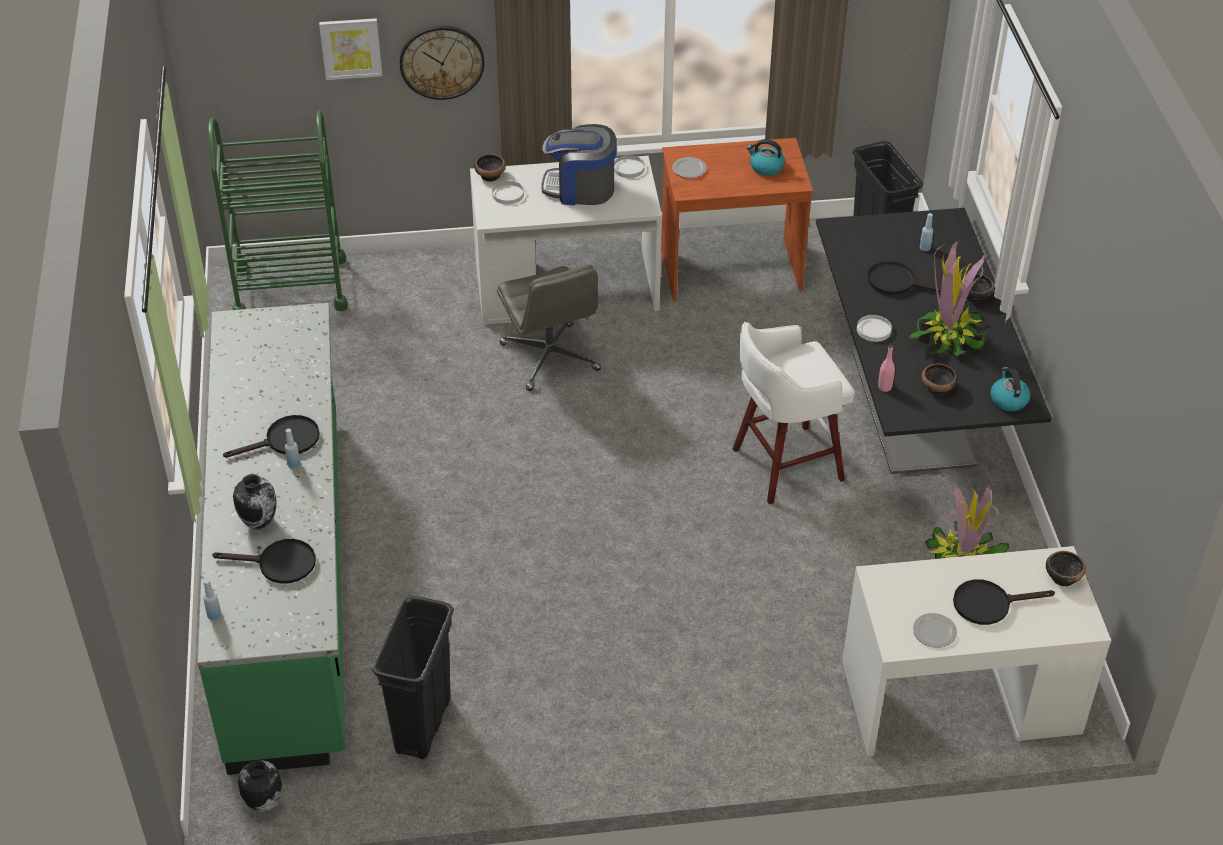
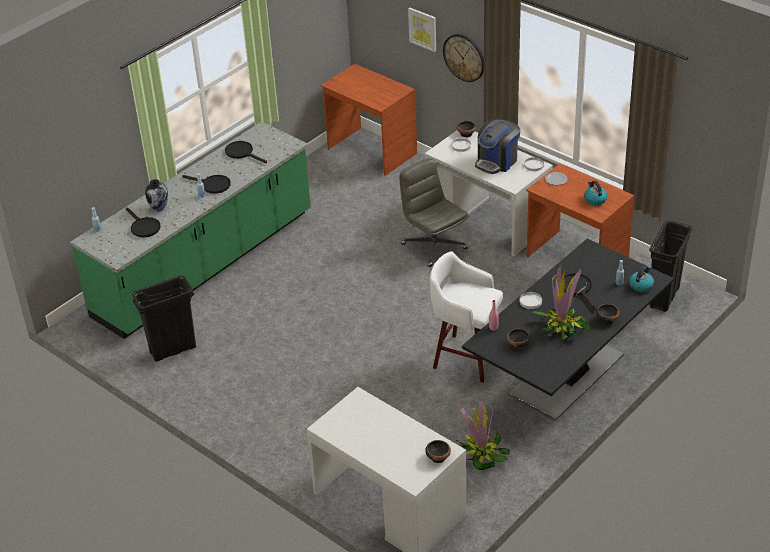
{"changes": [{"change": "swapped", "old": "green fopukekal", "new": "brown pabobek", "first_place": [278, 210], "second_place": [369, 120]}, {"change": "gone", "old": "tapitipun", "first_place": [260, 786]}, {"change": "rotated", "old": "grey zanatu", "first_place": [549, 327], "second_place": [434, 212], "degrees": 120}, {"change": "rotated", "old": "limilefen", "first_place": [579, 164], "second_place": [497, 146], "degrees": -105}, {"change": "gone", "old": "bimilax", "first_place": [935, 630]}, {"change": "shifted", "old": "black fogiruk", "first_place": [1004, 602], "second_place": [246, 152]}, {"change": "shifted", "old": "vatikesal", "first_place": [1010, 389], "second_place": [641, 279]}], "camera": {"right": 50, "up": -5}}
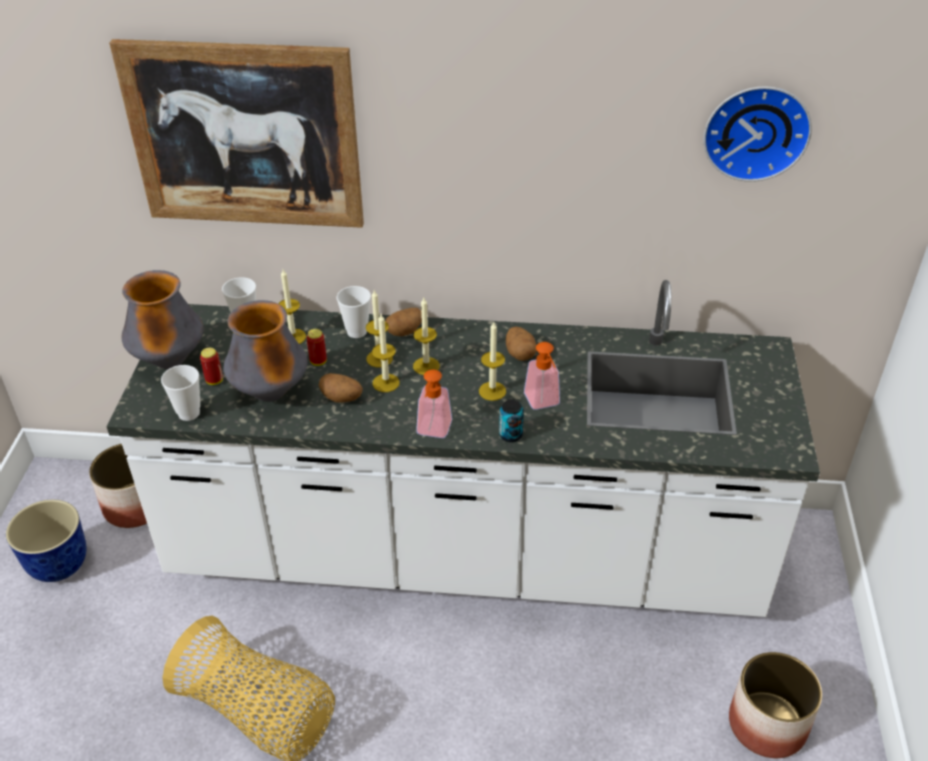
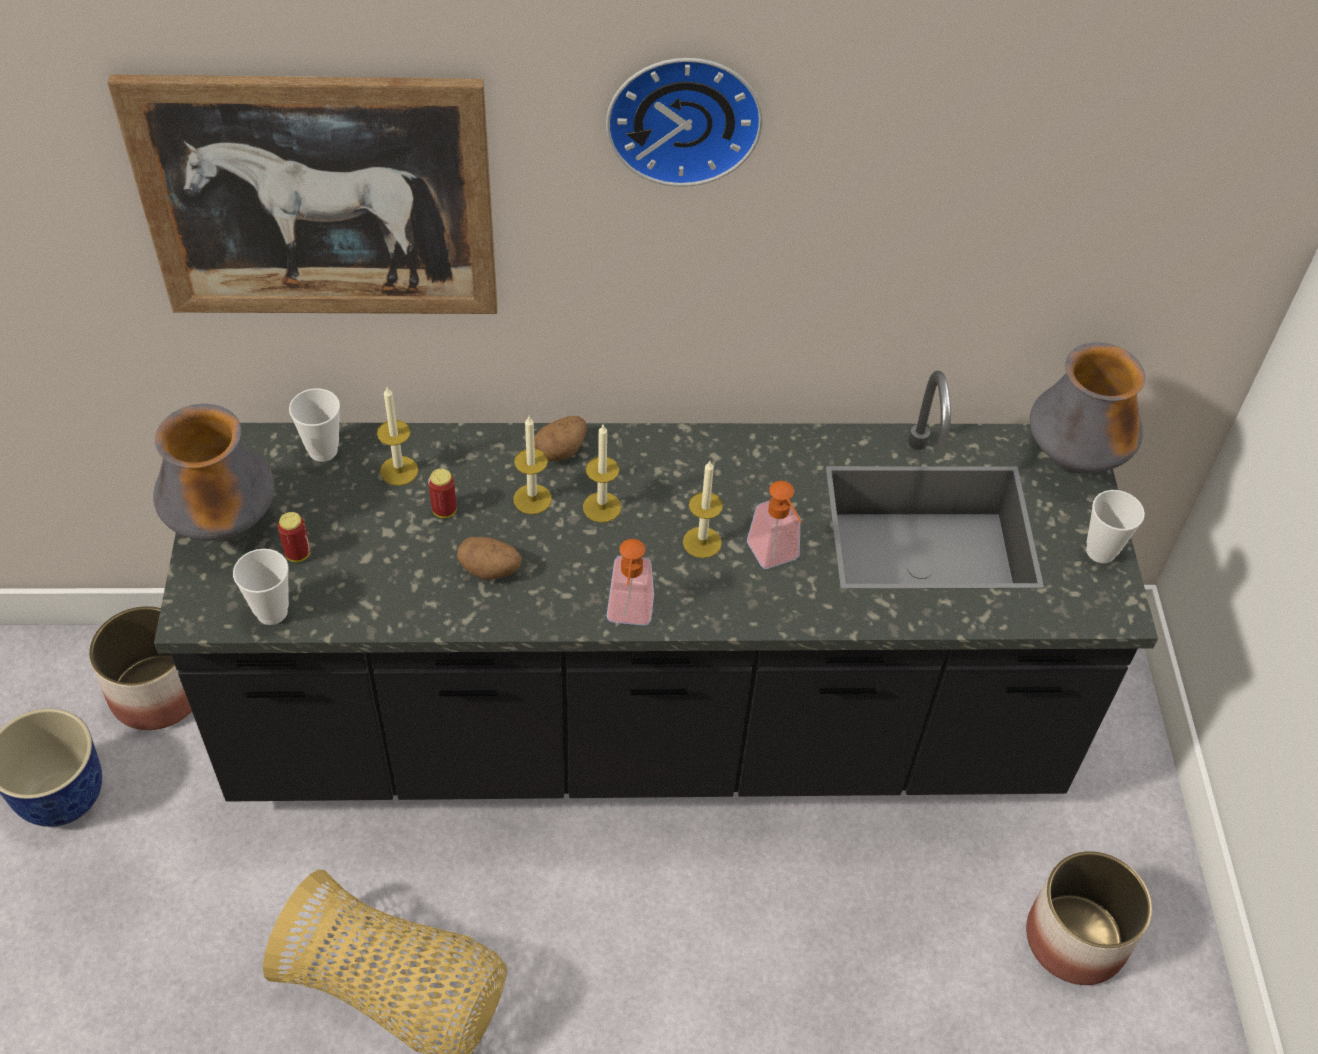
{"changes": [{"change": "repainted", "old": "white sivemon", "new": "black sivemon", "first_place": [463, 448], "second_place": [656, 586]}, {"change": "shifted", "old": "tapitipun", "first_place": [265, 351], "second_place": [1087, 407]}, {"change": "shifted", "old": "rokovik", "first_place": [354, 312], "second_place": [1115, 526]}, {"change": "gone", "old": "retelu", "first_place": [386, 353]}, {"change": "gone", "old": "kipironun", "first_place": [511, 421]}, {"change": "gone", "old": "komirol", "first_place": [521, 344]}, {"change": "shifted", "old": "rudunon", "first_place": [757, 134], "second_place": [684, 122]}], "camera": {"right": -10, "up": 10}}
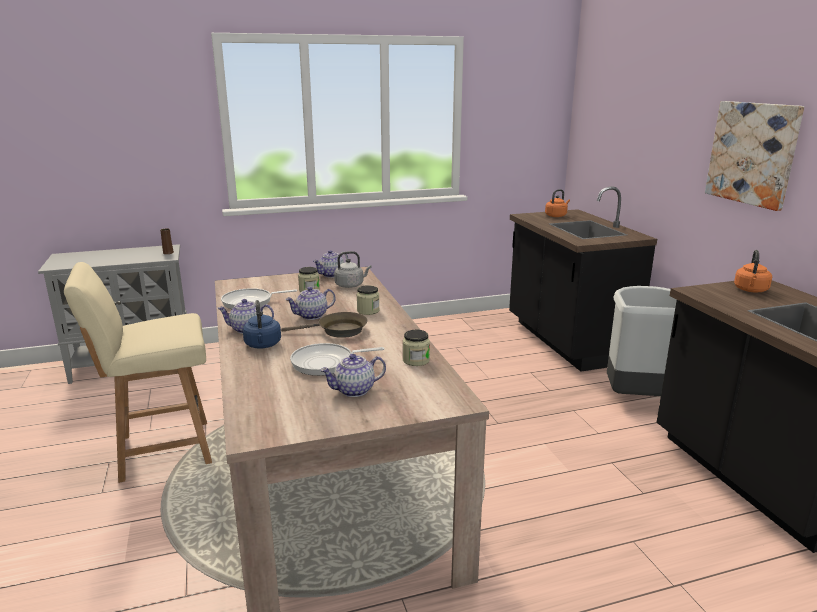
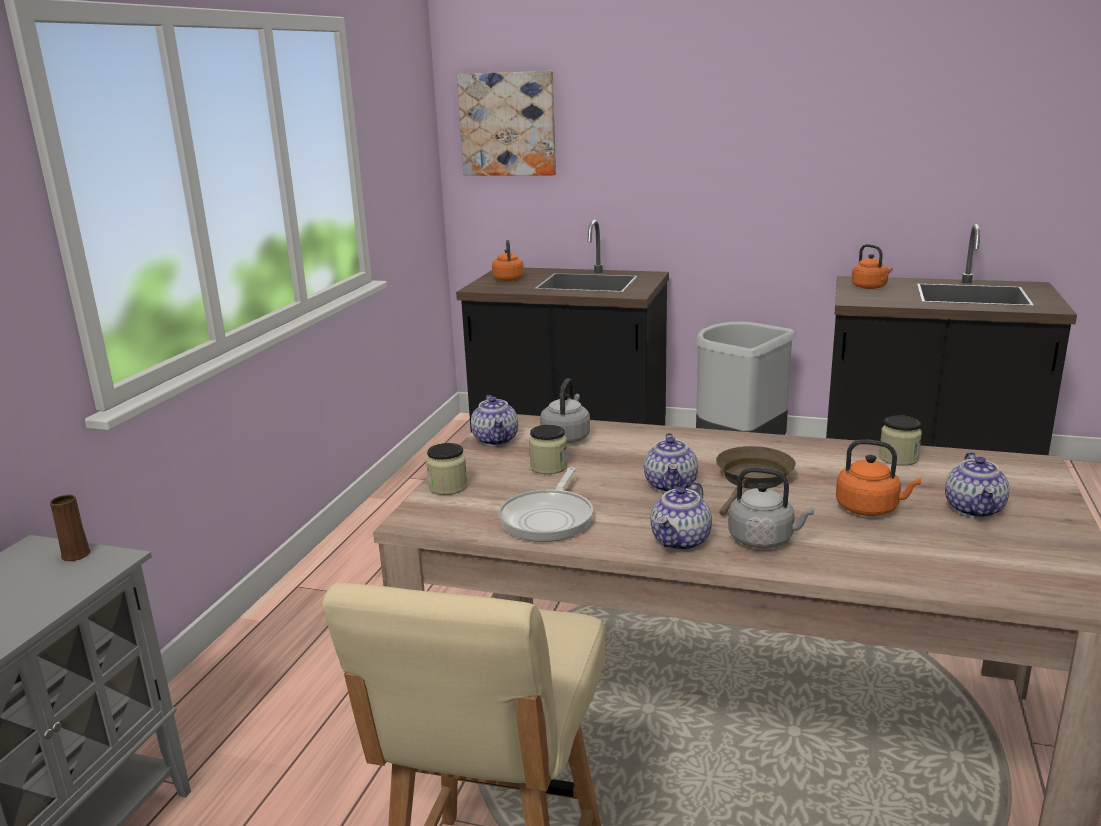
{"changes": [{"change": "repainted", "old": "blue vatikesal", "new": "grey vatikesal", "first_place": [262, 324], "second_place": [771, 507]}, {"change": "swapped", "old": "fogiruk", "new": "orange vatikesal", "first_place": [337, 359], "second_place": [878, 477]}, {"change": "shifted", "old": "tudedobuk", "first_place": [368, 300], "second_place": [446, 469]}, {"change": "shifted", "old": "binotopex", "first_place": [754, 156], "second_place": [506, 123]}], "camera": {"right": -55, "up": 0}}
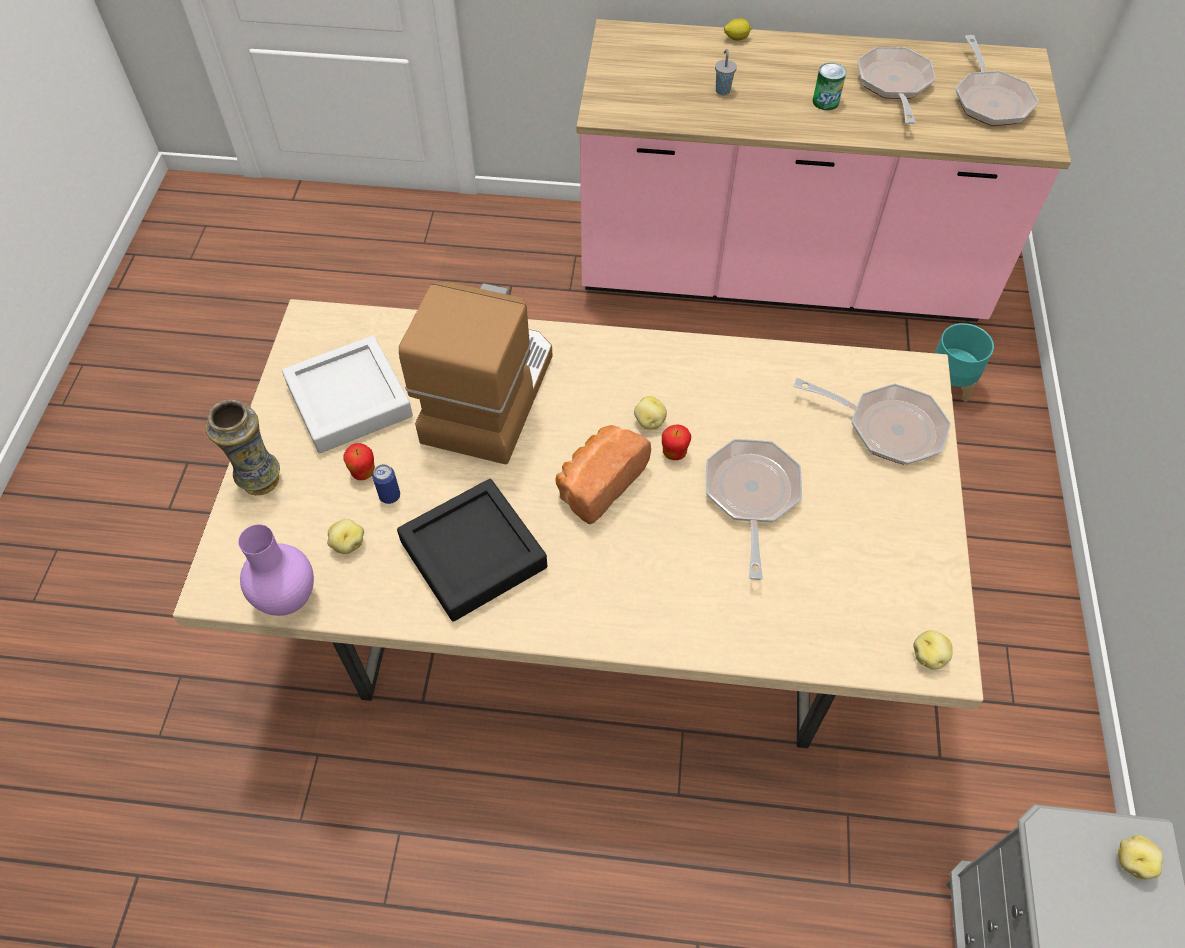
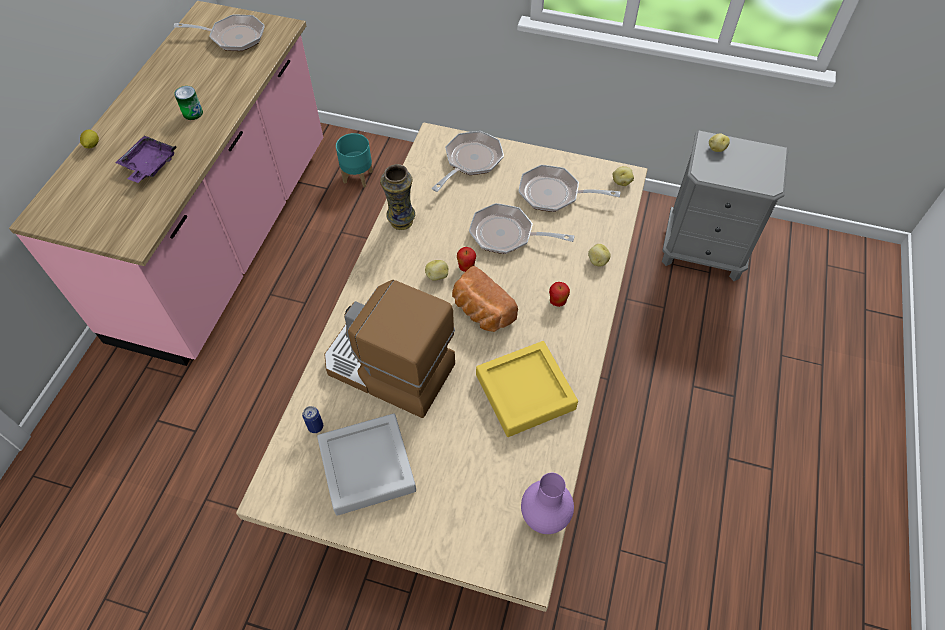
{"changes": [{"change": "shifted", "old": "tapitipun", "first_place": [243, 447], "second_place": [397, 197]}, {"change": "shifted", "old": "komirol", "first_place": [345, 536], "second_place": [599, 255]}, {"change": "shifted", "old": "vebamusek", "first_place": [359, 461], "second_place": [559, 294]}, {"change": "shifted", "old": "kipironun", "first_place": [386, 484], "second_place": [312, 419]}, {"change": "repainted", "old": "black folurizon", "new": "yellow folurizon", "first_place": [472, 550], "second_place": [527, 389]}, {"change": "swapped", "old": "grey rokovik", "new": "purple folurizon", "first_place": [726, 72], "second_place": [146, 159]}, {"change": "shifted", "old": "fogiruk", "first_place": [896, 85], "second_place": [570, 188]}], "camera": {"right": -80, "up": 0}}
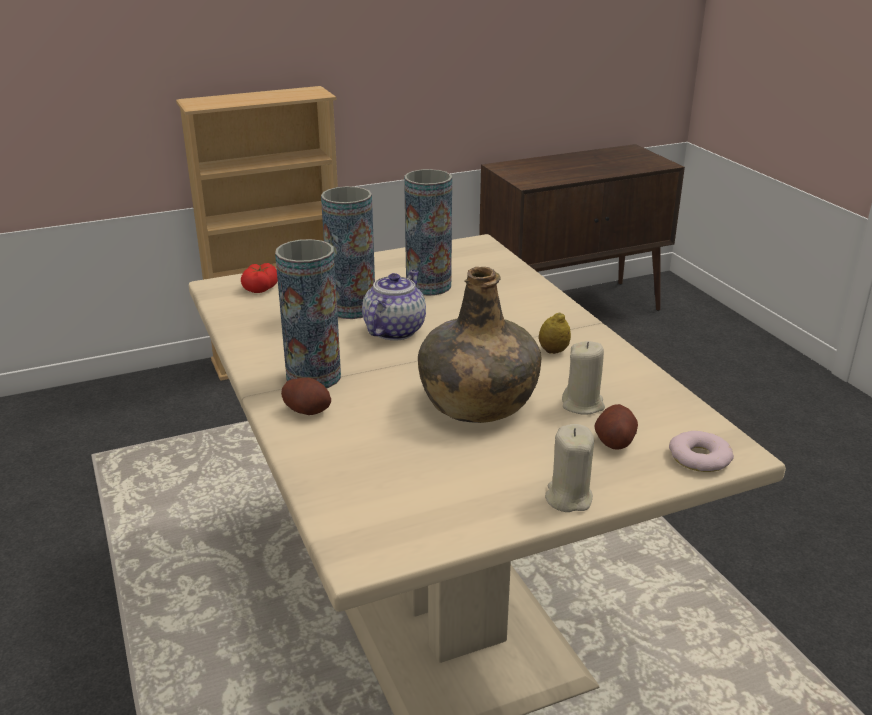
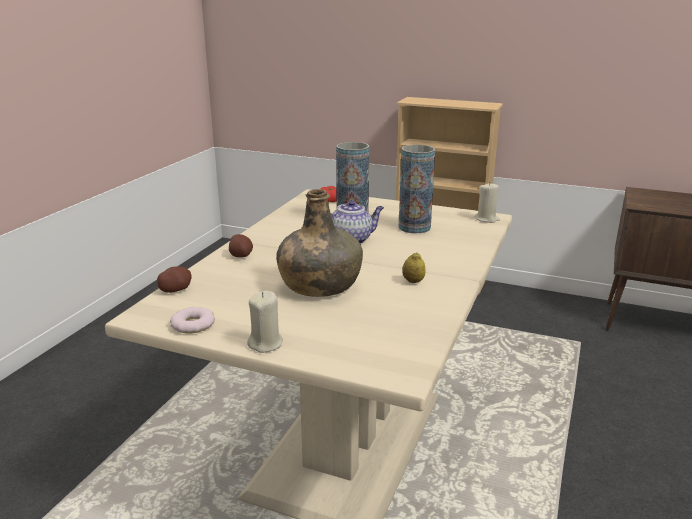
{"changes": [{"change": "gone", "old": "tapitipun", "first_place": [308, 313]}, {"change": "shifted", "old": "beige retelu", "first_place": [583, 378], "second_place": [487, 203]}, {"change": "shifted", "old": "komirol", "first_place": [616, 427], "second_place": [174, 280]}, {"change": "shifted", "old": "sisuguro", "first_place": [701, 451], "second_place": [192, 320]}], "camera": {"right": 45, "up": -5}}
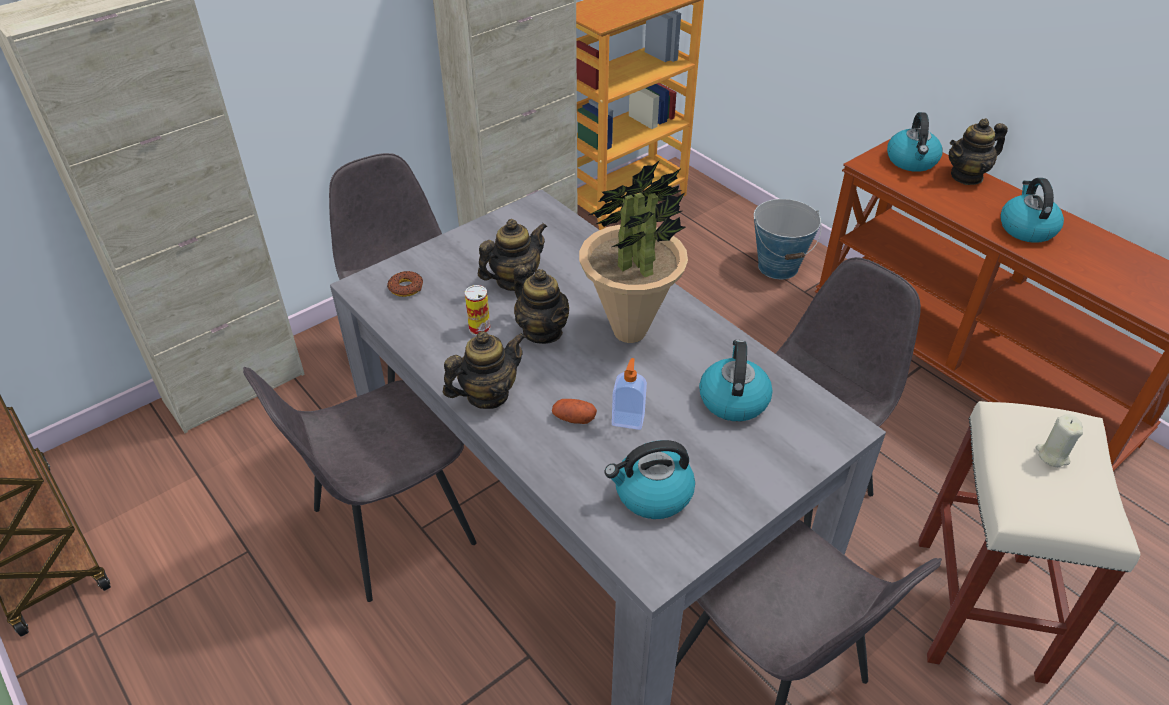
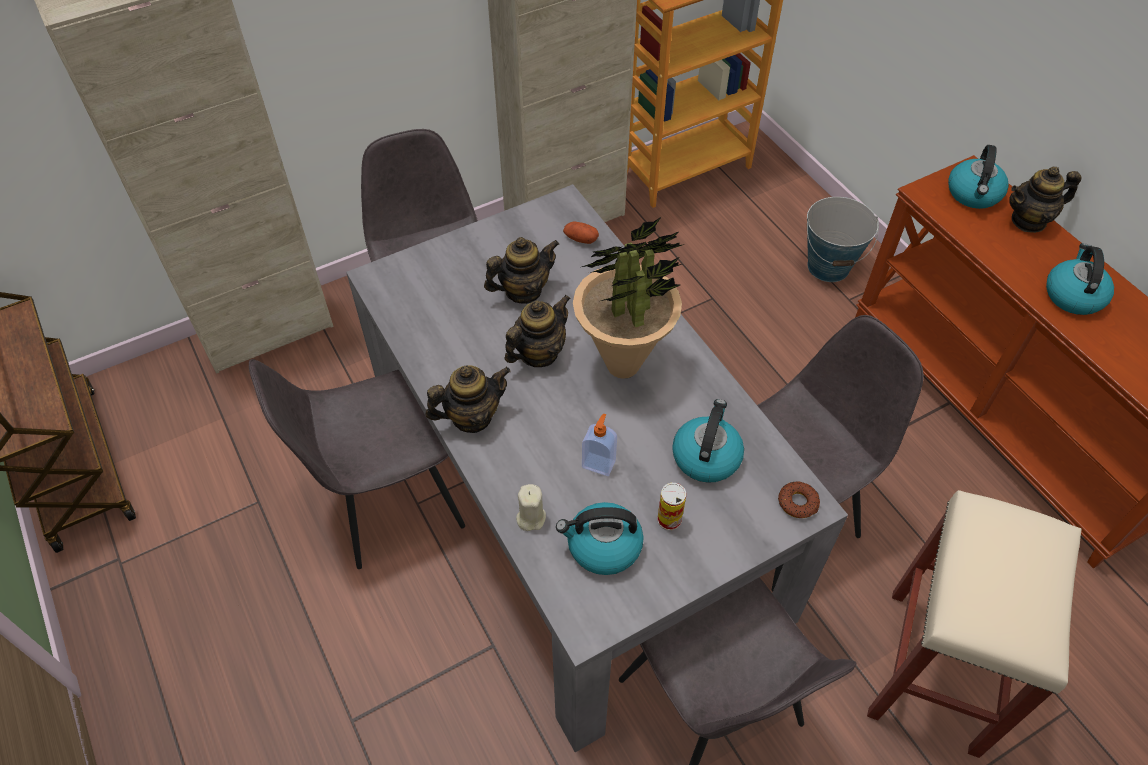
{"changes": [{"change": "shifted", "old": "sisuguro", "first_place": [405, 284], "second_place": [799, 499]}, {"change": "shifted", "old": "kipironun", "first_place": [477, 310], "second_place": [671, 507]}, {"change": "rotated", "old": "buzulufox", "first_place": [541, 304], "second_place": [538, 331], "degrees": -105}, {"change": "shifted", "old": "komirol", "first_place": [574, 411], "second_place": [581, 233]}, {"change": "shifted", "old": "beige retelu", "first_place": [1059, 440], "second_place": [531, 507]}], "camera": {"right": 10, "up": 10}}
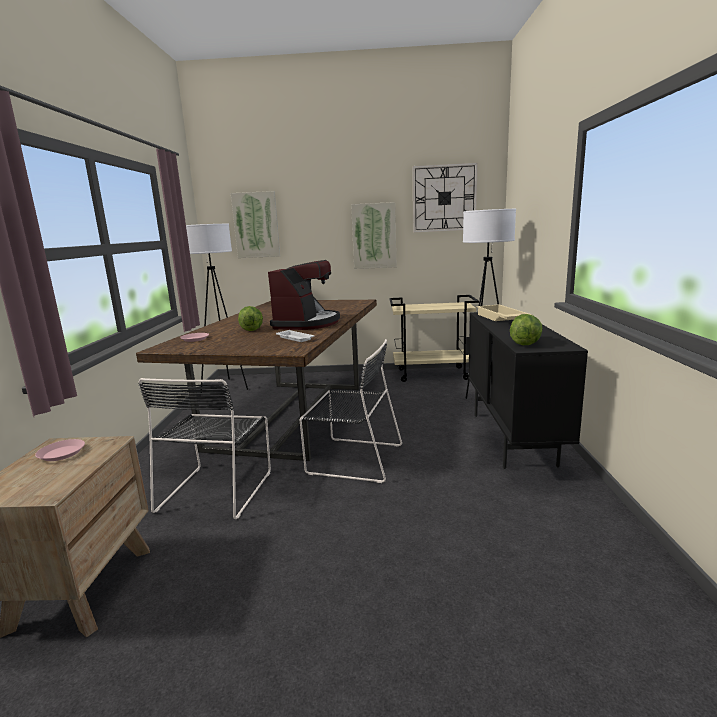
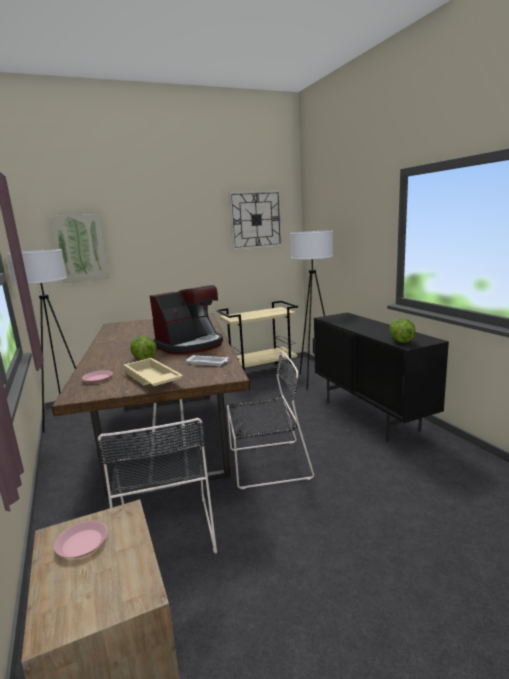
{"changes": [{"change": "rotated", "old": "limilefen", "first_place": [304, 295], "second_place": [186, 319], "degrees": 60}, {"change": "gone", "old": "binotopex", "first_place": [374, 235]}, {"change": "shifted", "old": "beige folurizon", "first_place": [504, 313], "second_place": [153, 372]}], "camera": {"right": -25, "up": 0}}
